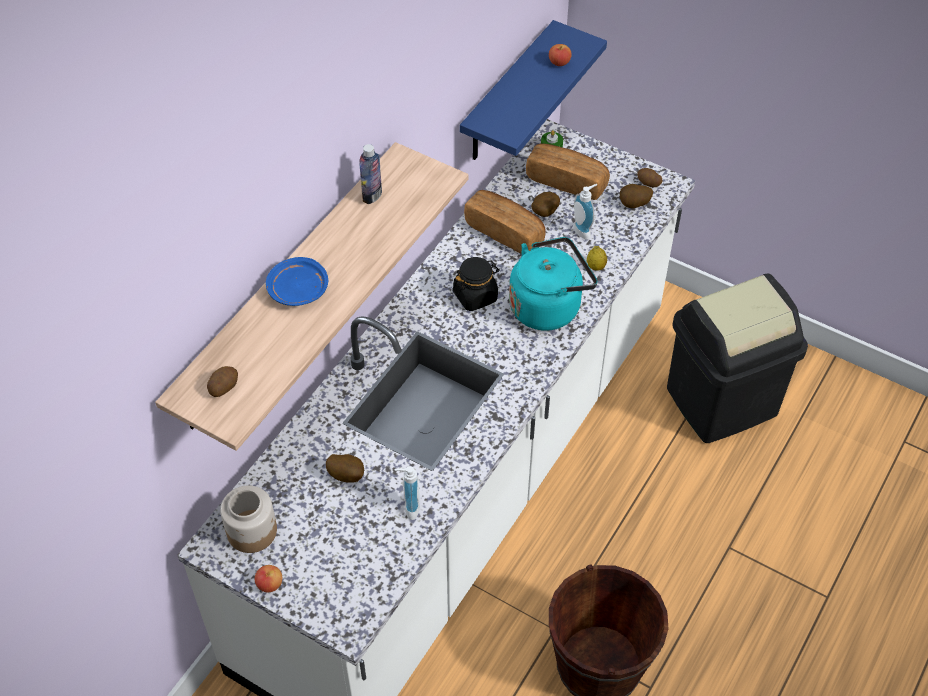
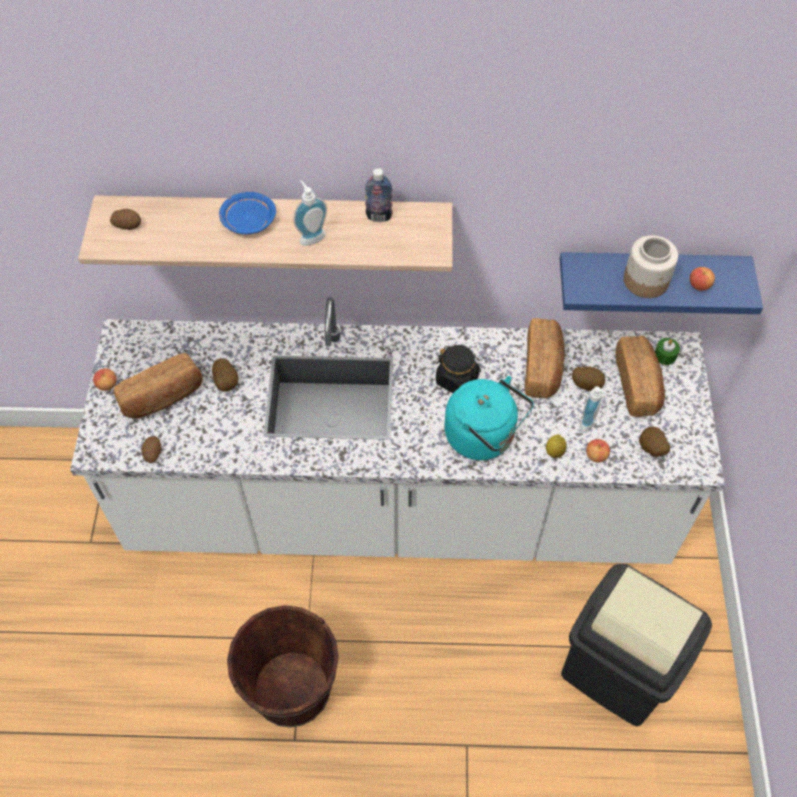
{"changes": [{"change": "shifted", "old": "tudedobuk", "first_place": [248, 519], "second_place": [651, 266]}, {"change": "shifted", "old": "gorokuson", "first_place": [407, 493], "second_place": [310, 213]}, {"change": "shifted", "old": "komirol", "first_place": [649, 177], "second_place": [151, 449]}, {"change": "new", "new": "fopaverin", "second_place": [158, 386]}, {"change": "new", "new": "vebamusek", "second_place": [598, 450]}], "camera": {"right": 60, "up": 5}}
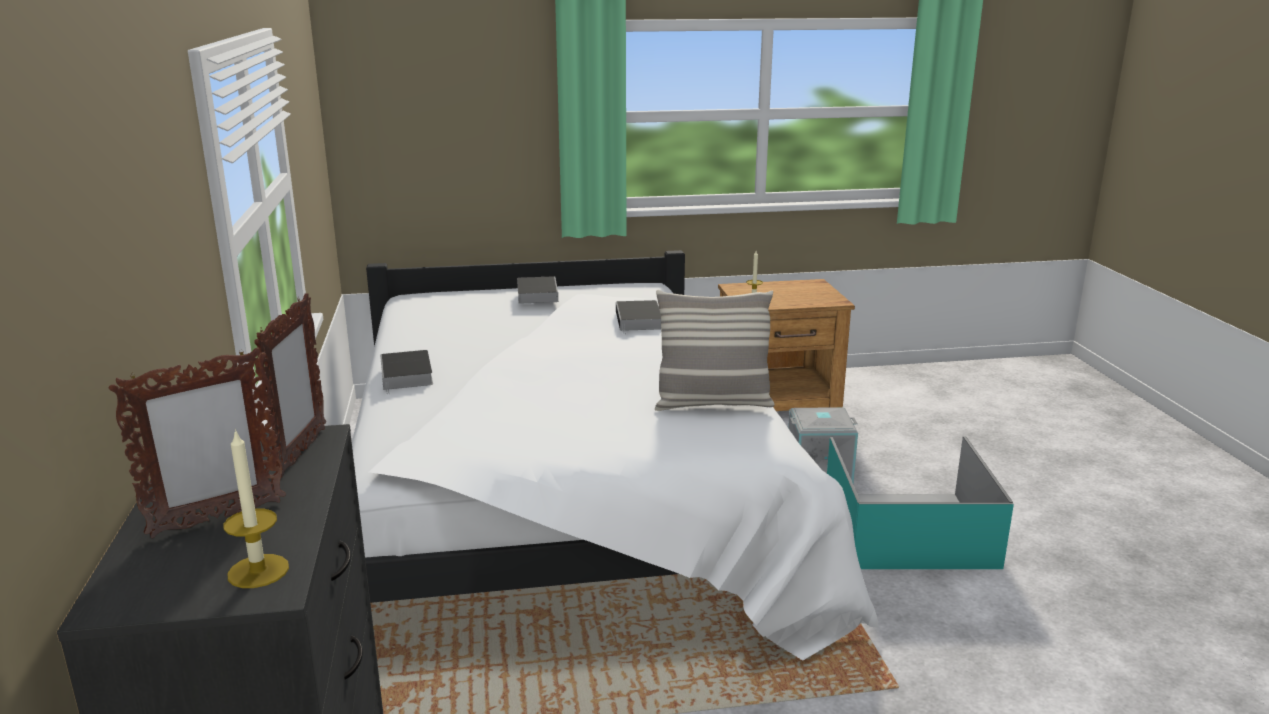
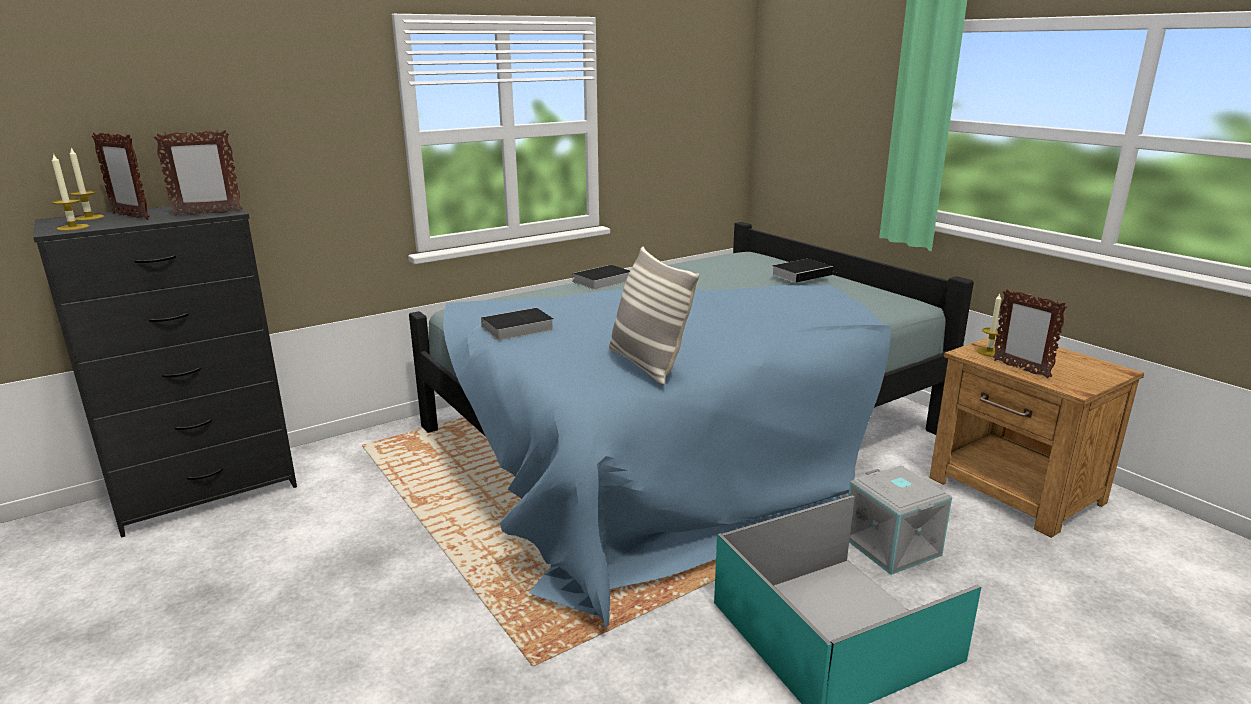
{"changes": [{"change": "repainted", "old": "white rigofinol", "new": "blue rigofinol", "first_place": [615, 455], "second_place": [691, 425]}, {"change": "shifted", "old": "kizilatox", "first_place": [638, 317], "second_place": [513, 324]}, {"change": "new", "new": "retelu", "second_place": [87, 184]}, {"change": "new", "new": "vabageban", "second_place": [1030, 334]}], "camera": {"right": 65, "up": 0}}
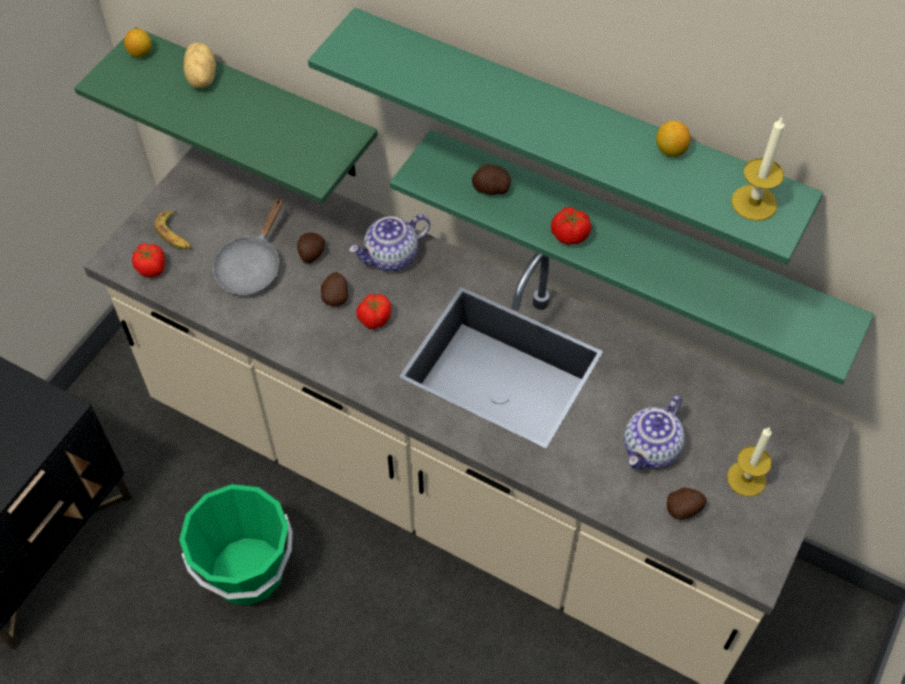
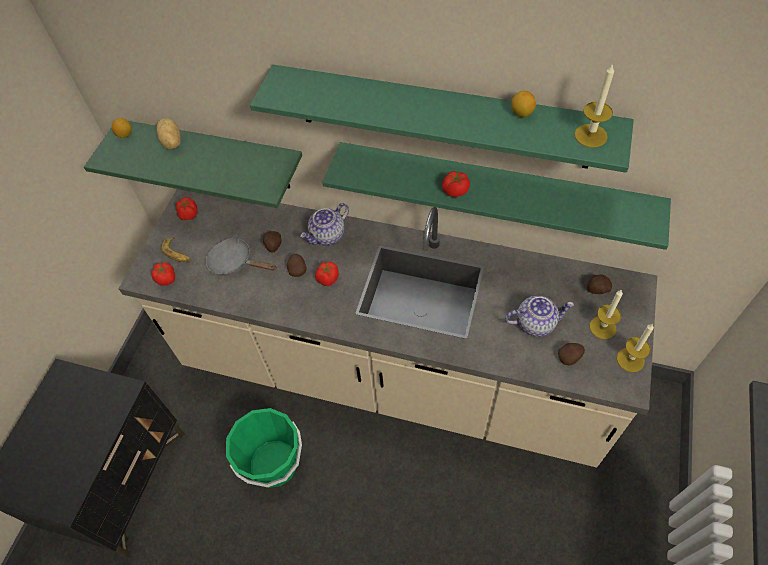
{"changes": [{"change": "rotated", "old": "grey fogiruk", "first_place": [248, 246], "second_place": [241, 257], "degrees": 105}, {"change": "shifted", "old": "komirol", "first_place": [491, 179], "second_place": [599, 284]}, {"change": "rotated", "old": "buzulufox", "first_place": [654, 432], "second_place": [539, 316], "degrees": -120}, {"change": "new", "new": "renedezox", "second_place": [186, 208]}, {"change": "new", "new": "retelu", "second_place": [635, 348]}], "camera": {"right": -10, "up": 0}}
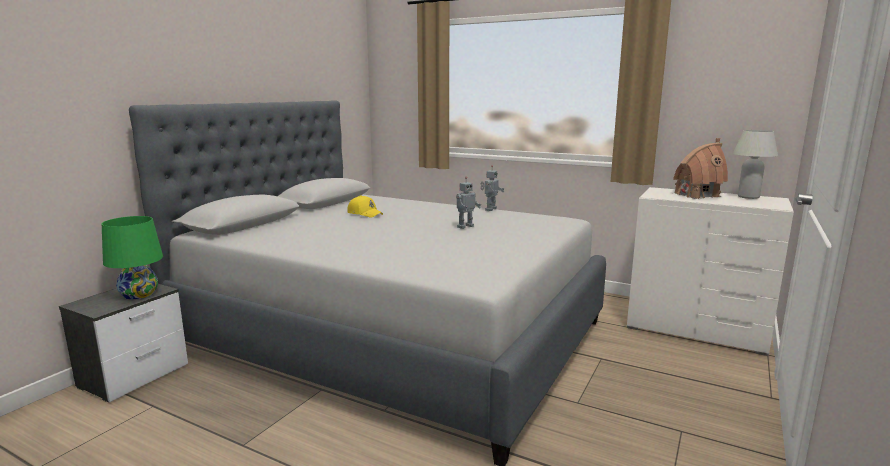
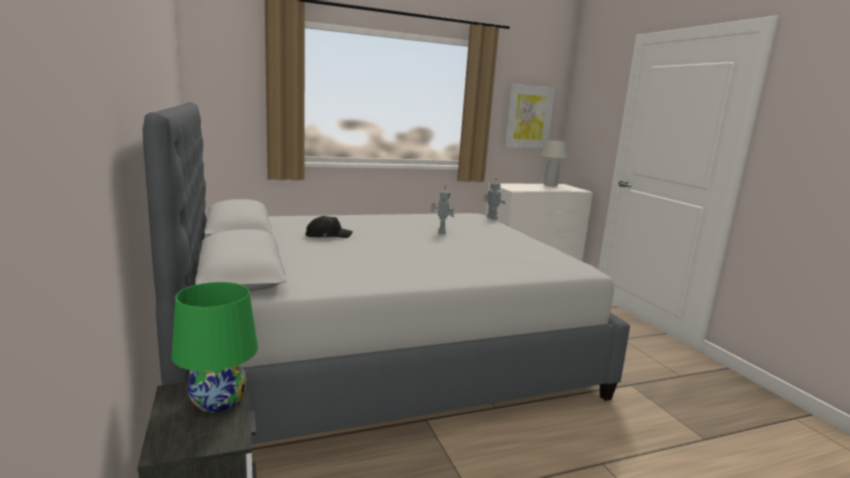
{"changes": [{"change": "repainted", "old": "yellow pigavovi", "new": "black pigavovi", "first_place": [365, 206], "second_place": [329, 227]}, {"change": "shifted", "old": "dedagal", "first_place": [492, 188], "second_place": [495, 199]}, {"change": "gone", "old": "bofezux", "first_place": [700, 168]}, {"change": "new", "new": "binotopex", "second_place": [529, 116]}], "camera": {"right": -50, "up": 0}}
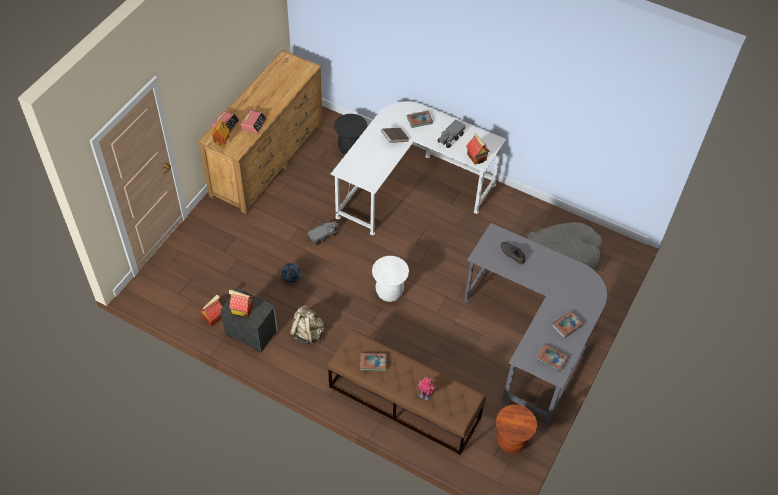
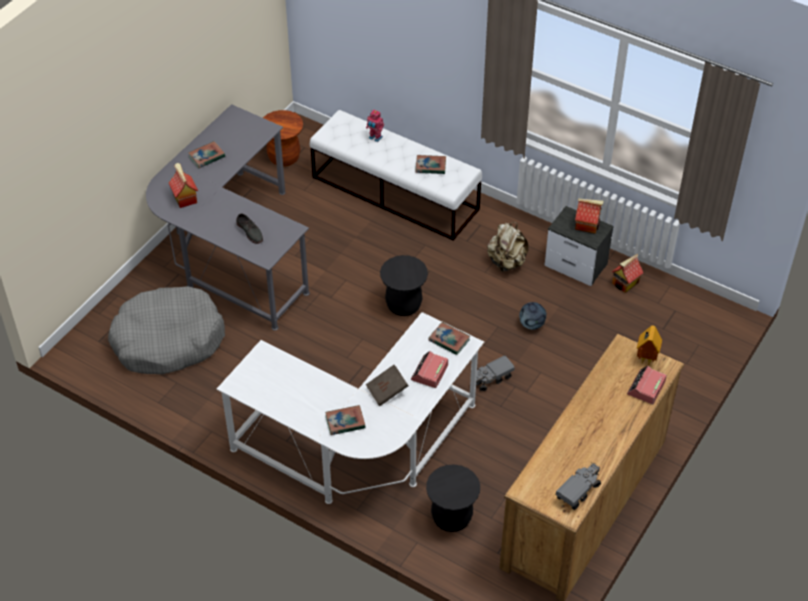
{"changes": [{"change": "shifted", "old": "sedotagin", "first_place": [254, 122], "second_place": [429, 369]}, {"change": "repainted", "old": "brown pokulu", "new": "white pokulu", "first_place": [407, 392], "second_place": [396, 175]}, {"change": "repainted", "old": "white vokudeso", "new": "black vokudeso", "first_place": [390, 279], "second_place": [404, 285]}, {"change": "shifted", "old": "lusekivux", "first_place": [451, 134], "second_place": [578, 486]}, {"change": "shifted", "old": "bofezux", "first_place": [478, 149], "second_place": [183, 185]}, {"change": "shifted", "old": "kizilatox", "first_place": [552, 358], "second_place": [449, 338]}], "camera": {"right": -175, "up": -5}}
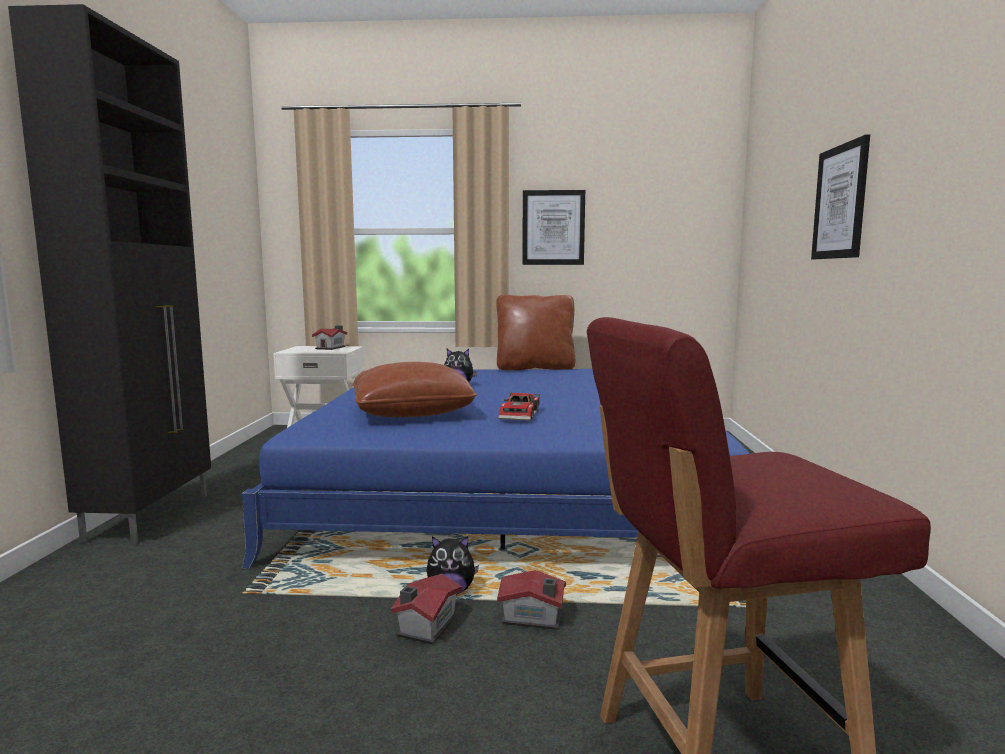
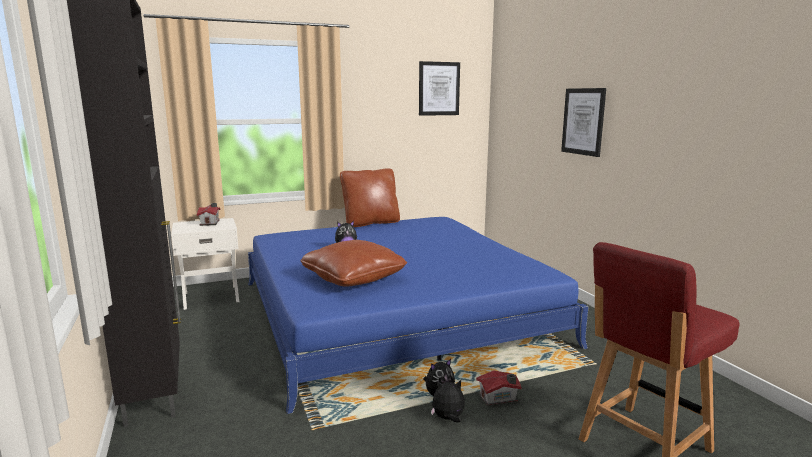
{"changes": [{"change": "swapped", "old": "bofezux", "new": "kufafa", "first_place": [426, 609], "second_place": [448, 401]}, {"change": "gone", "old": "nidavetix", "first_place": [519, 406]}, {"change": "shifted", "old": "binotopex", "first_place": [553, 227], "second_place": [439, 88]}], "camera": {"right": -25, "up": 5}}
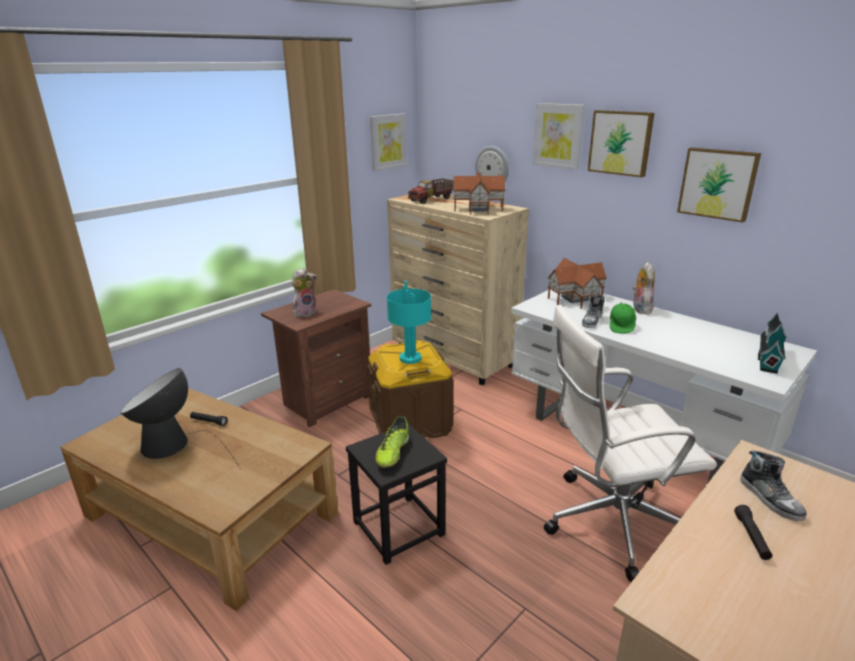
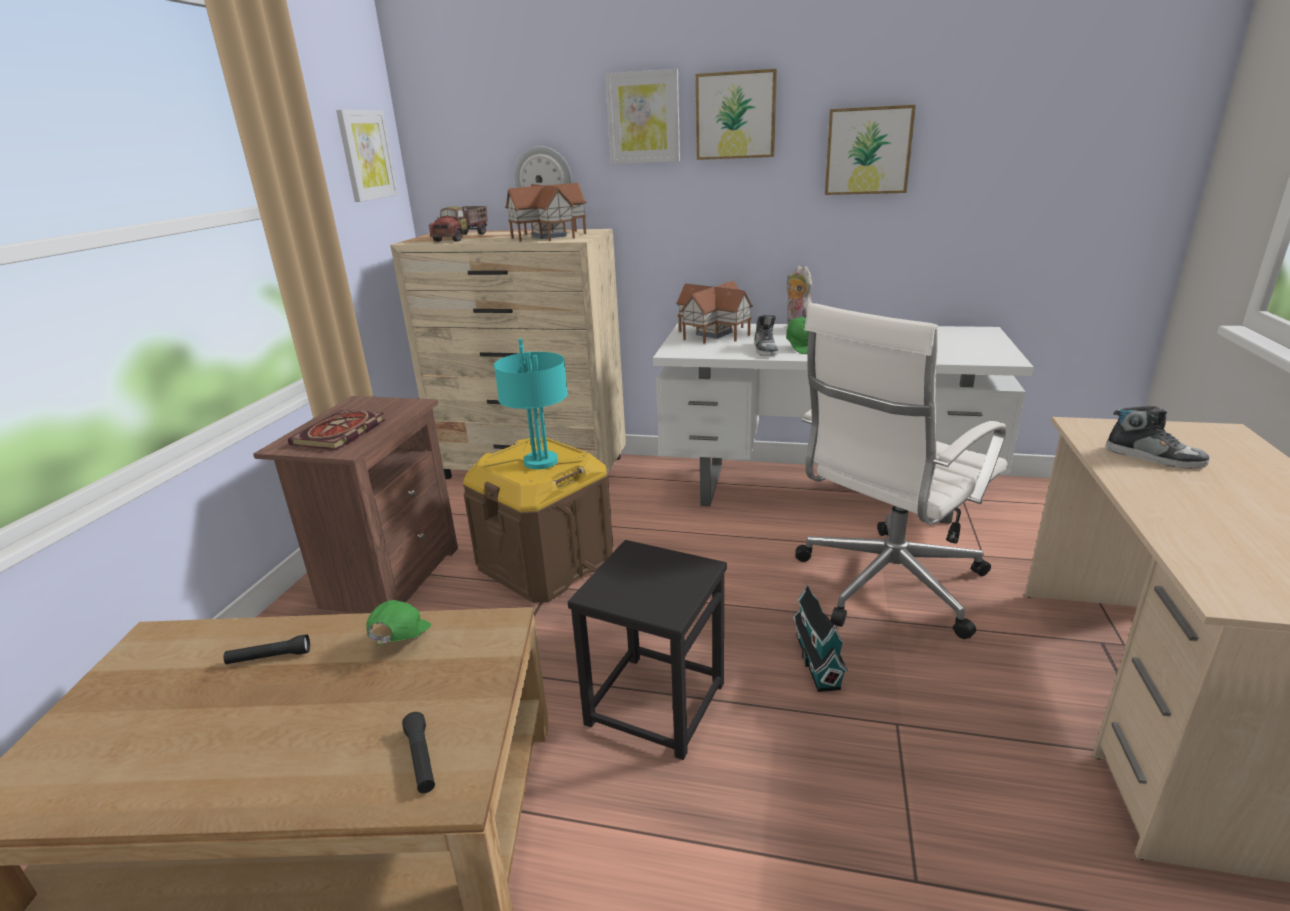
{"changes": [{"change": "gone", "old": "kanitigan", "first_place": [180, 418]}, {"change": "swapped", "old": "kufafa", "new": "kizilatox", "first_place": [304, 292], "second_place": [337, 430]}, {"change": "gone", "old": "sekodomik", "first_place": [392, 442]}, {"change": "shifted", "old": "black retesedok", "first_place": [753, 532], "second_place": [418, 752]}, {"change": "shifted", "old": "bofezux", "first_place": [772, 343], "second_place": [820, 638]}, {"change": "new", "new": "green pigavovi", "second_place": [398, 623]}], "camera": {"right": -30, "up": 0}}
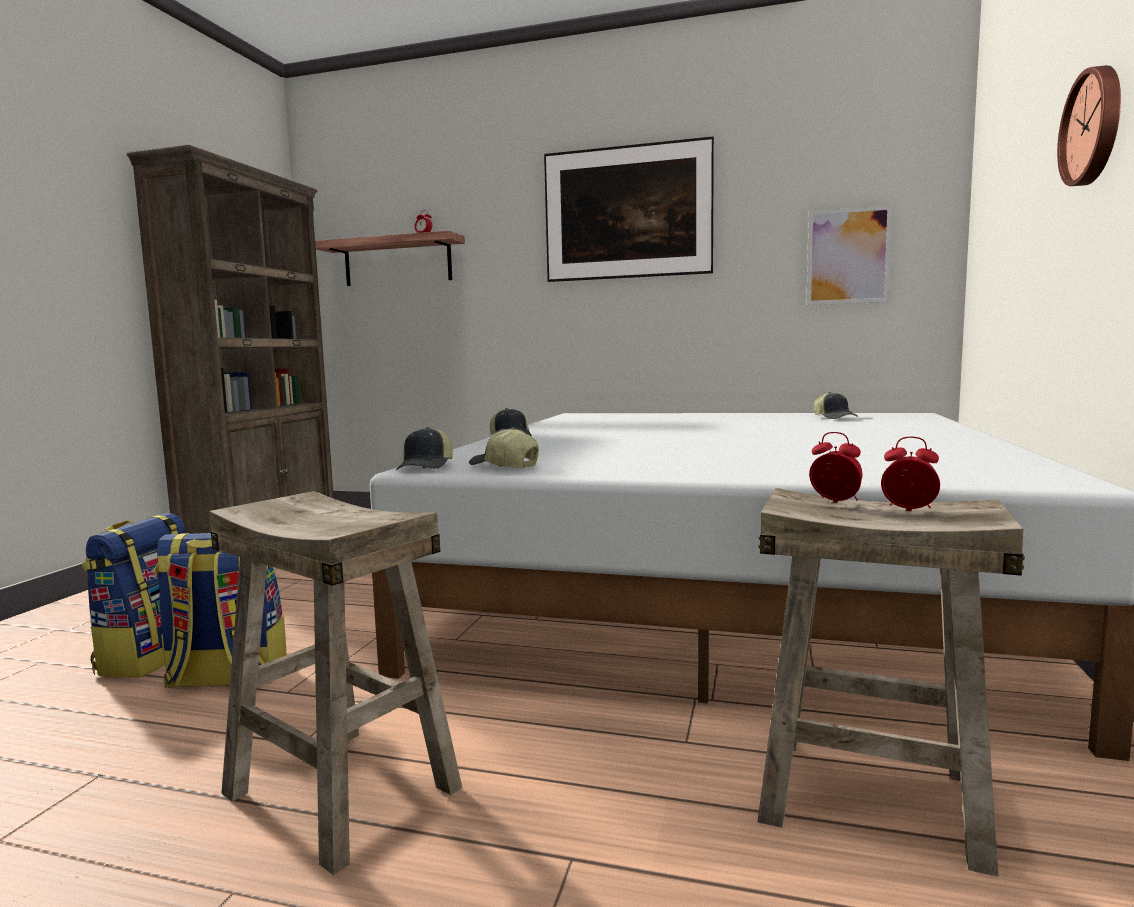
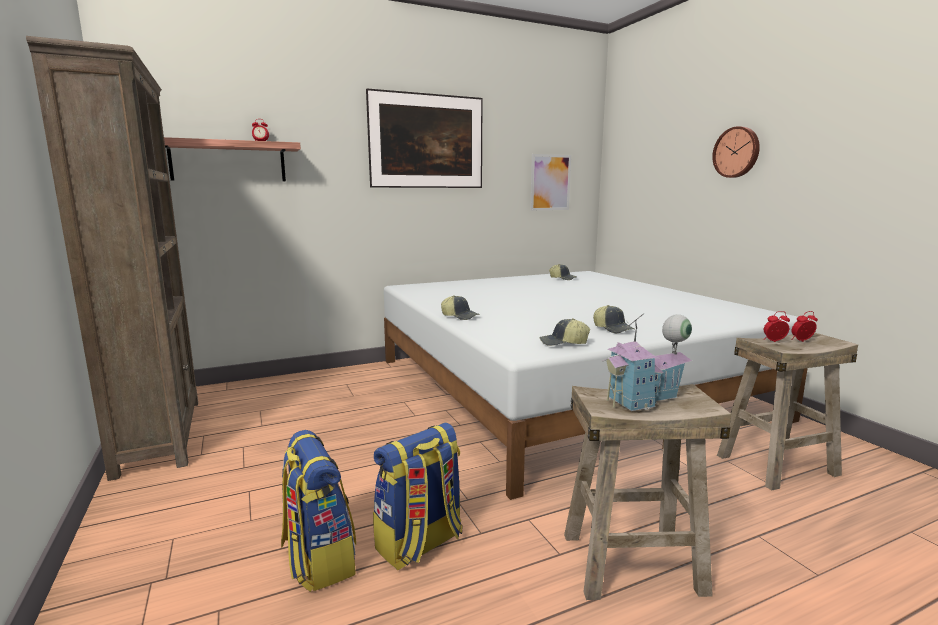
{"changes": [{"change": "shifted", "old": "pigavovi", "first_place": [424, 448], "second_place": [614, 319]}, {"change": "new", "new": "bofezux", "second_place": [647, 362]}], "camera": {"right": -40, "up": 5}}
